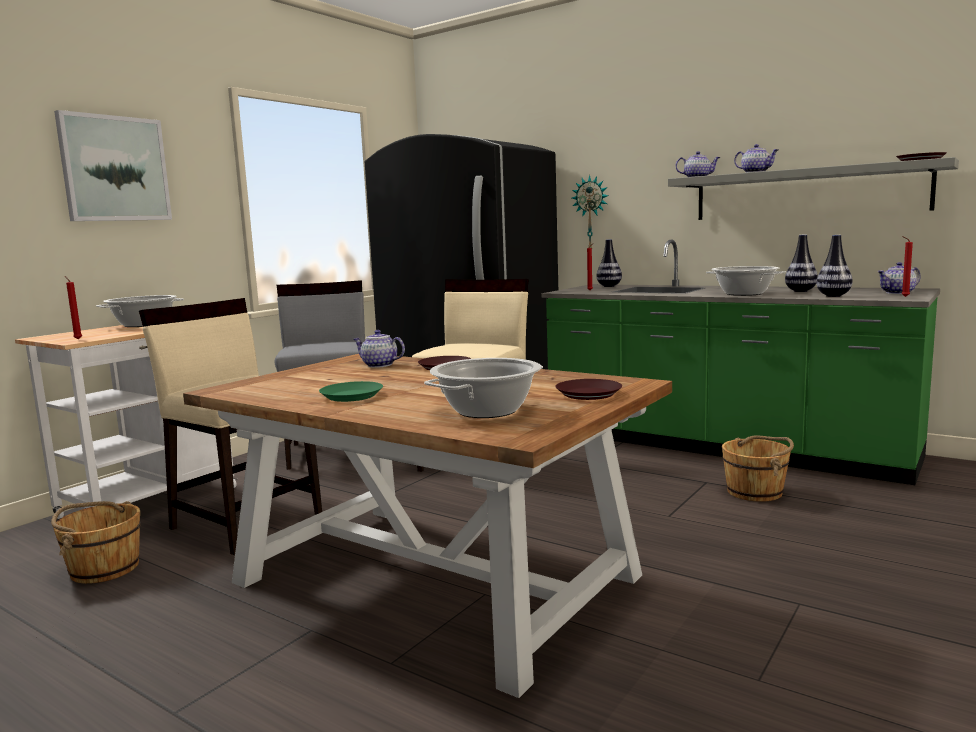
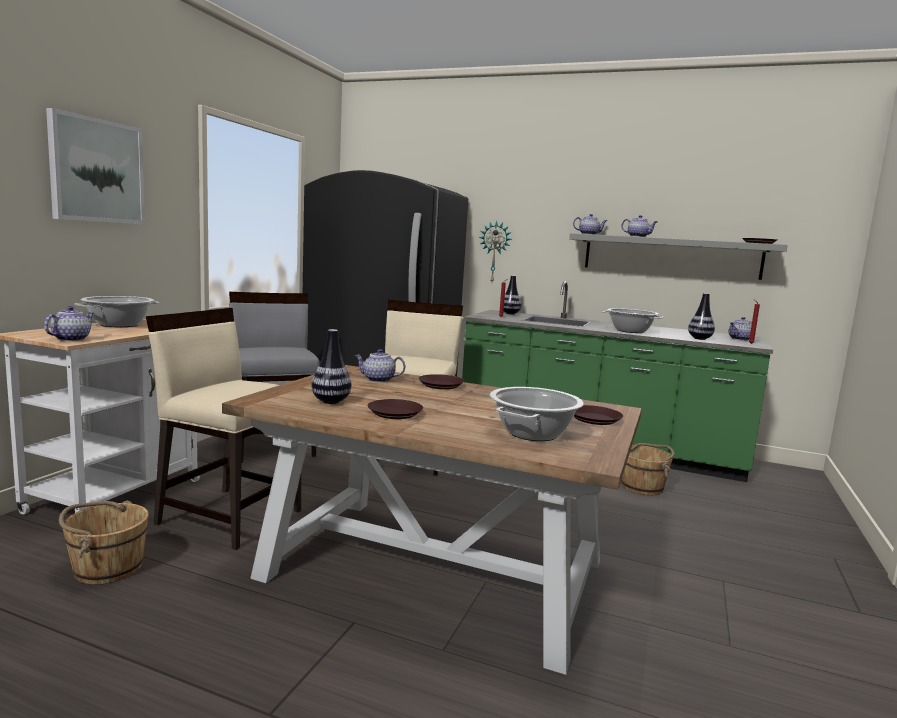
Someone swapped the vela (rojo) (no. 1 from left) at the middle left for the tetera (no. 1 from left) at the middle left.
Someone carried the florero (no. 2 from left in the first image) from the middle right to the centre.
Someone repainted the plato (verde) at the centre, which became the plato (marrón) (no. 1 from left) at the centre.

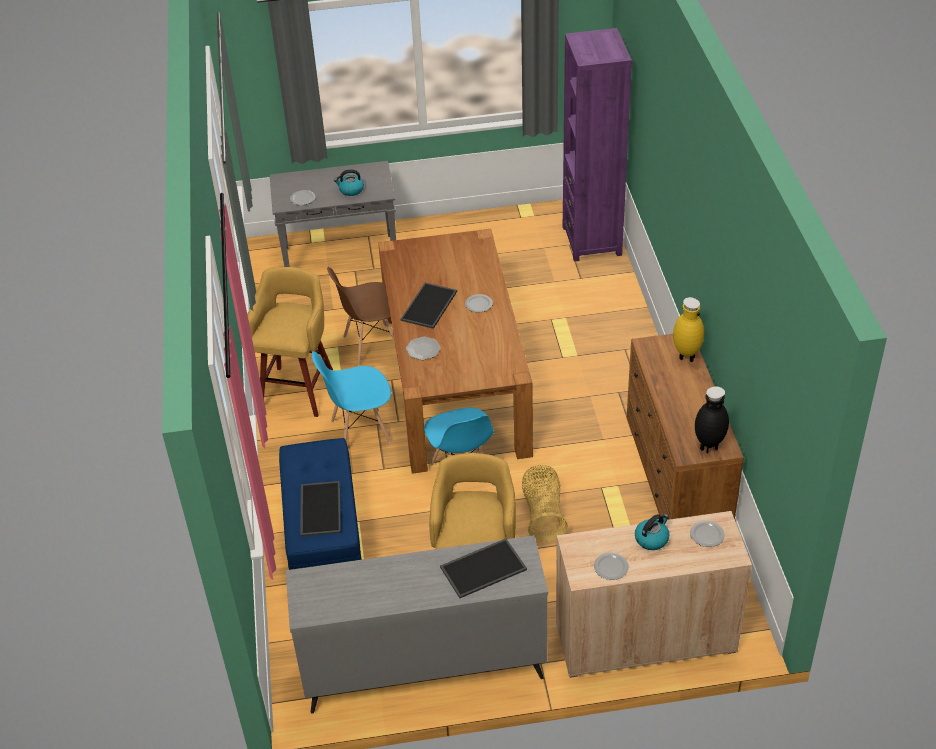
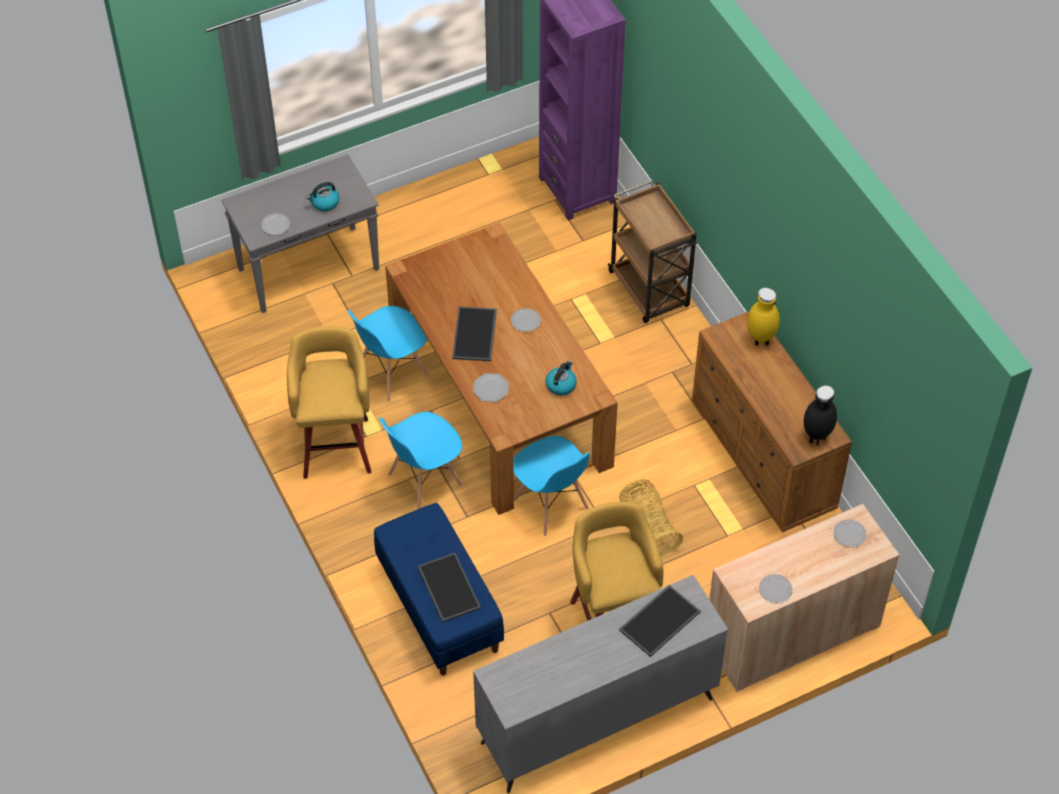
Someone repainted the silla (marrón) at the centre, which became the silla (azul) (no. 1 from left) at the centre.
Someone carried the hervidor (no. 2 from left) from the bottom right to the centre.
Someone put down the carrito (marrón) at the top centre.

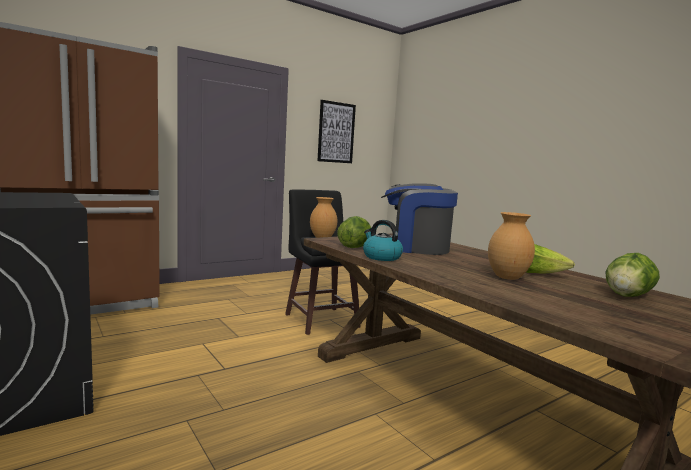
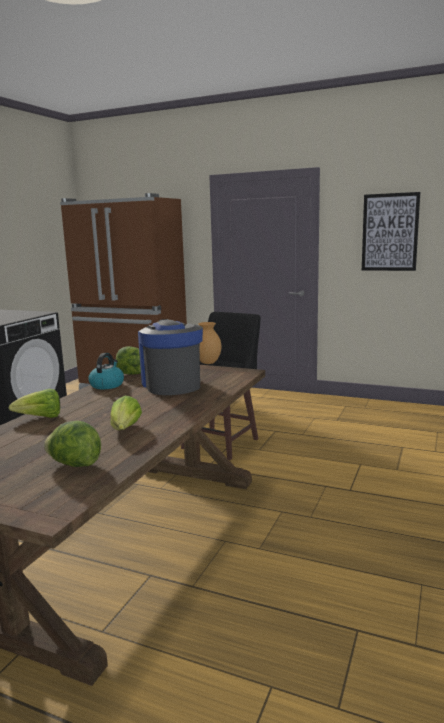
Someone put down the lechuga (no. 1 from left) at the middle left.
Someone took away the florero (marrón) (no. 2 from left) at the middle right.

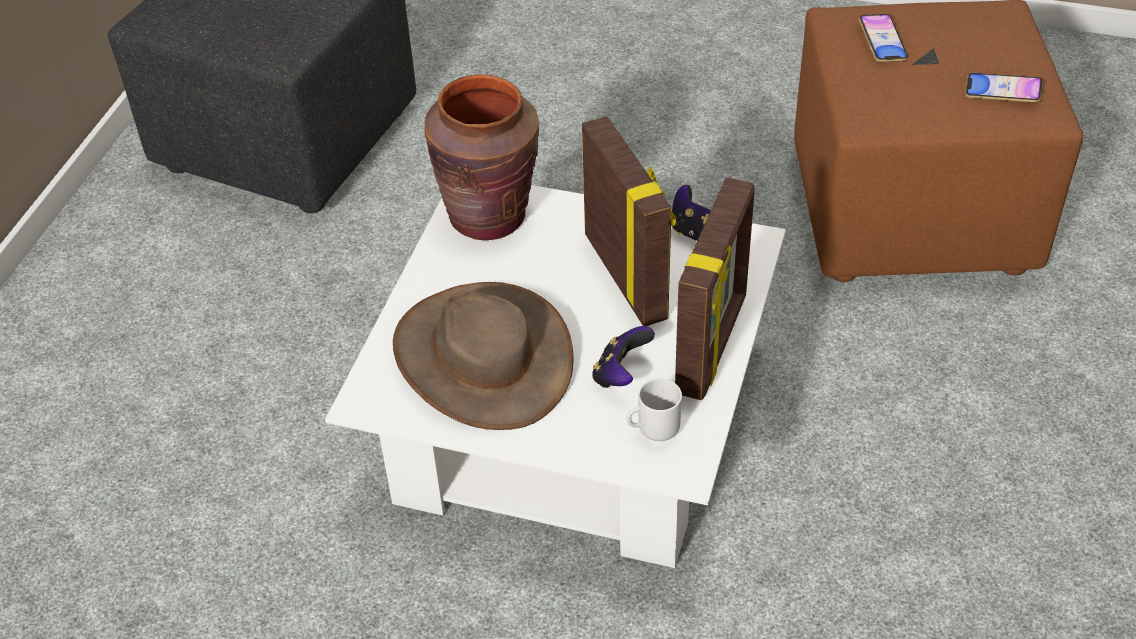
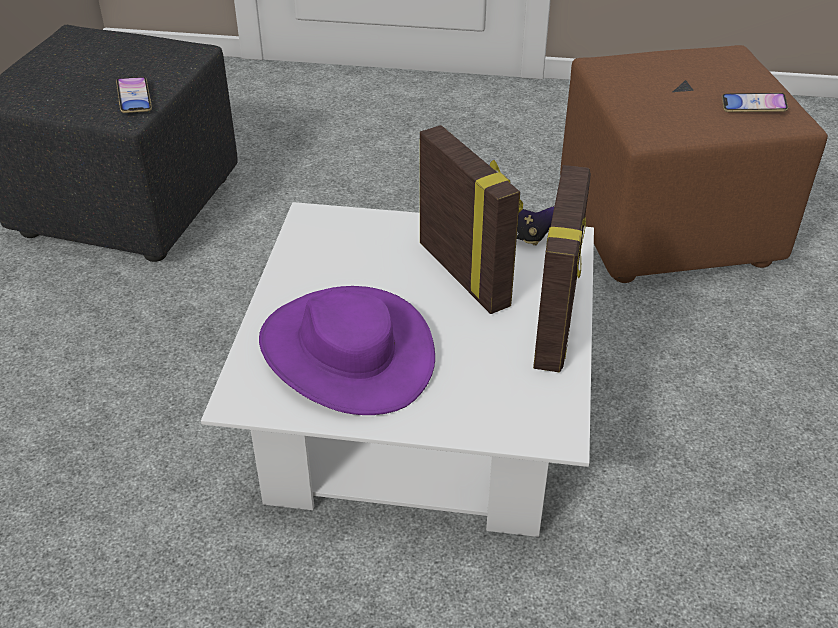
Someone carried the móvil (no. 1 from left) from the top right to the top left.
Someone repainted the sombrero (marrón) at the centre, which became the sombrero (morado) at the centre.
Someone took away the florero (marrón) at the top centre.
Someone took away the mando de consola (no. 1 from left) at the centre.
Someone took away the taza grande at the centre.

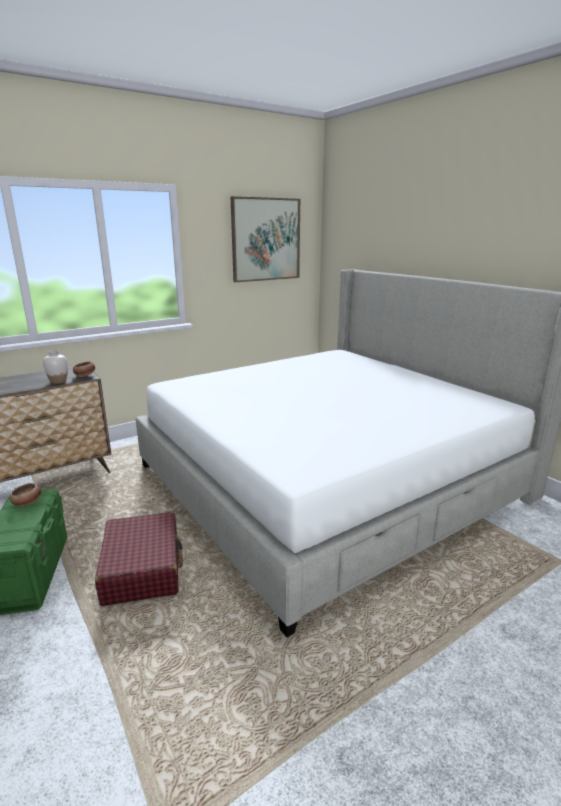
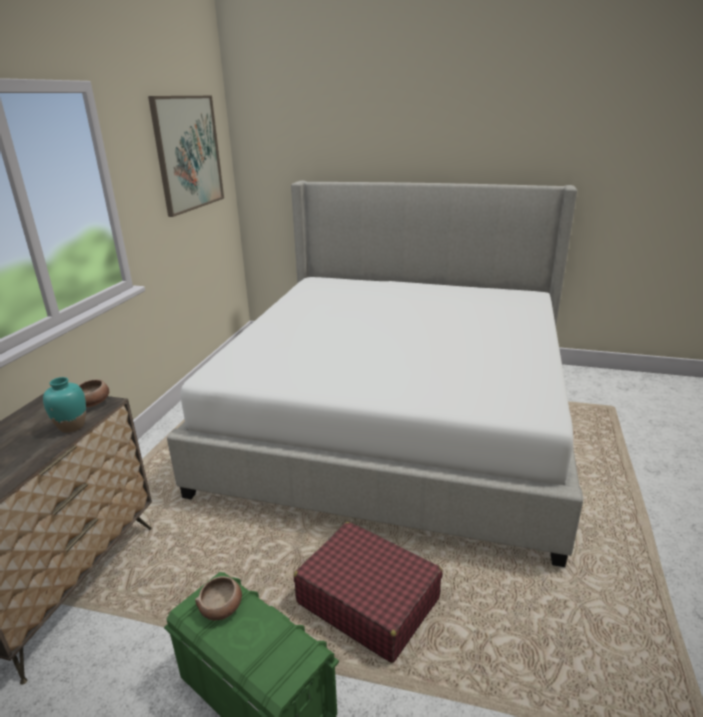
Someone repainted the florero (blanco) at the middle left, which became the florero (turquesa) at the middle left.

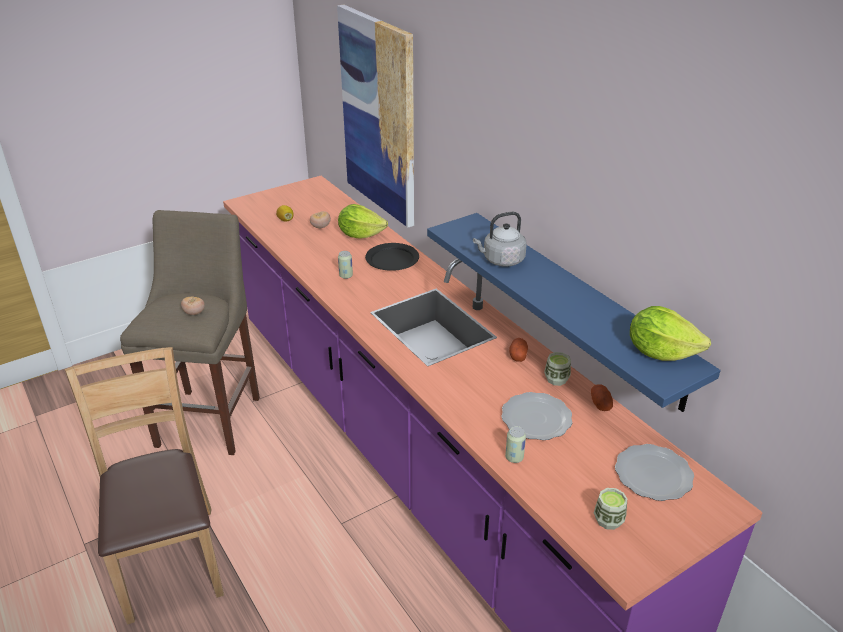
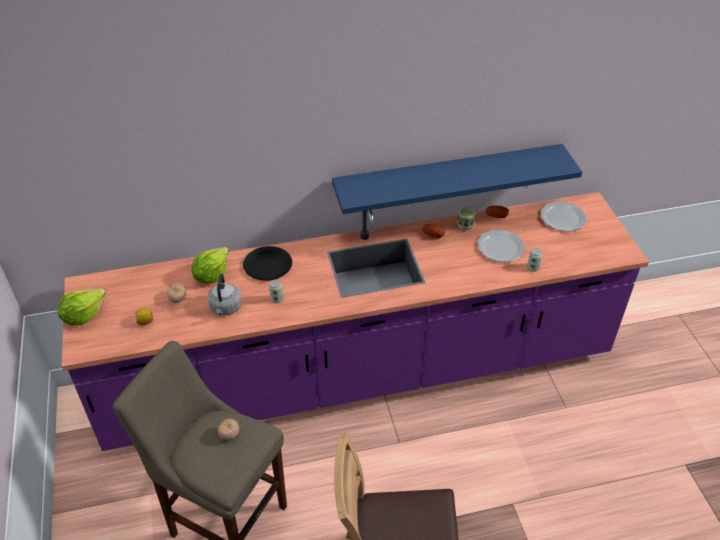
Someone carried the lechuga (no. 2 from left in the first image) from the middle right to the middle left.
Someone carried the hervidor (gris) from the centre to the middle left.
Someone took away the cuadro at the top centre.
Someone took away the taza (no. 2 from left) at the bottom right.

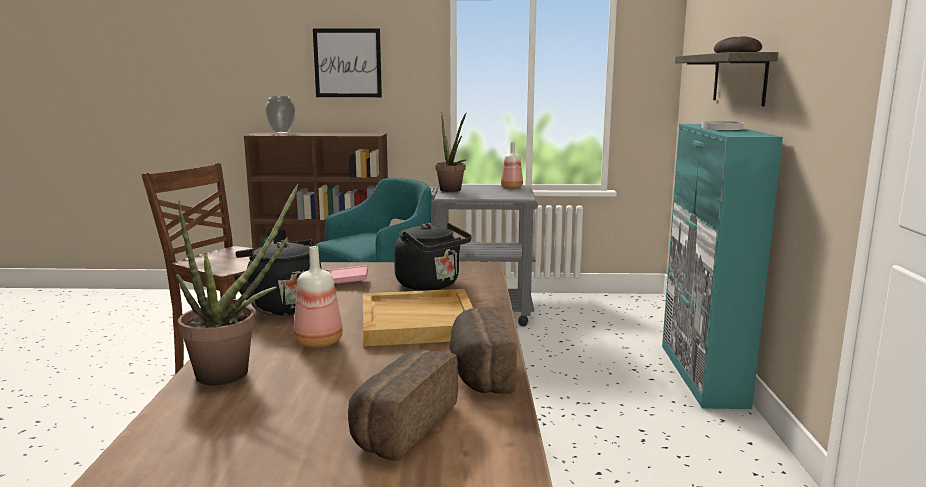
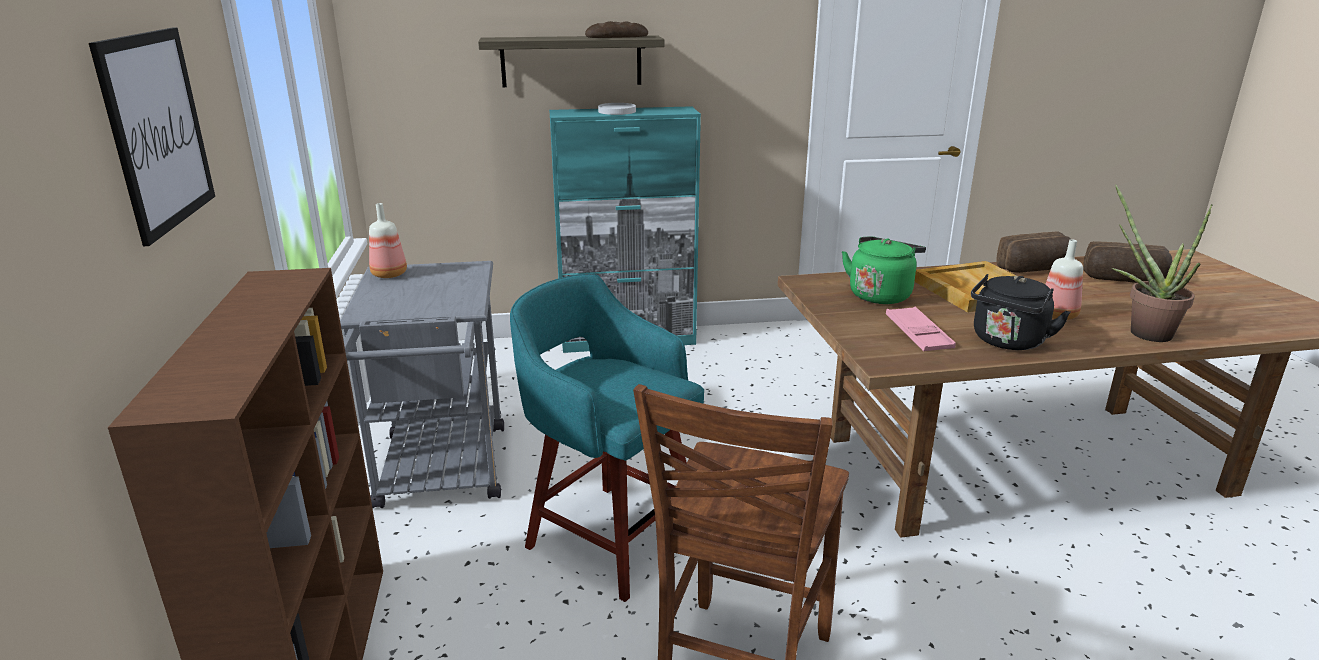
Someone repainted the hervidor (negro) (no. 2 from left) at the centre, which became the hervidor (verde) at the middle right.
Someone took away the florero at the top left.
Someone took away the planta en maceta (no. 2 from left) at the top centre.

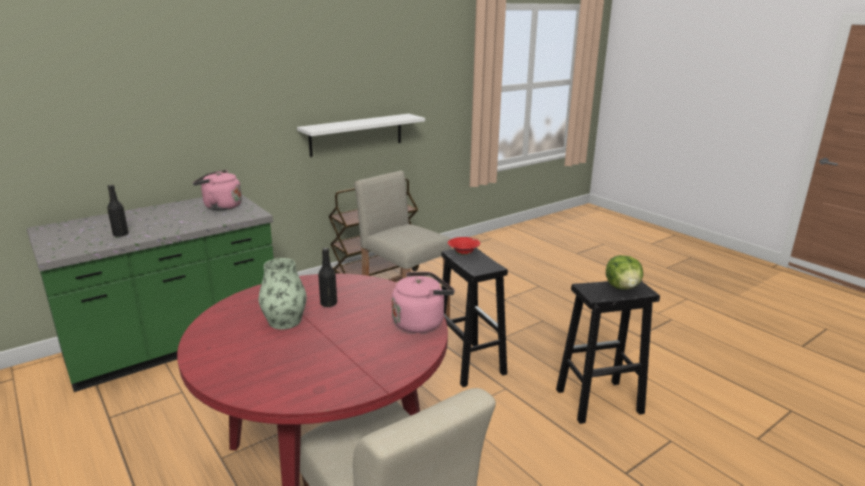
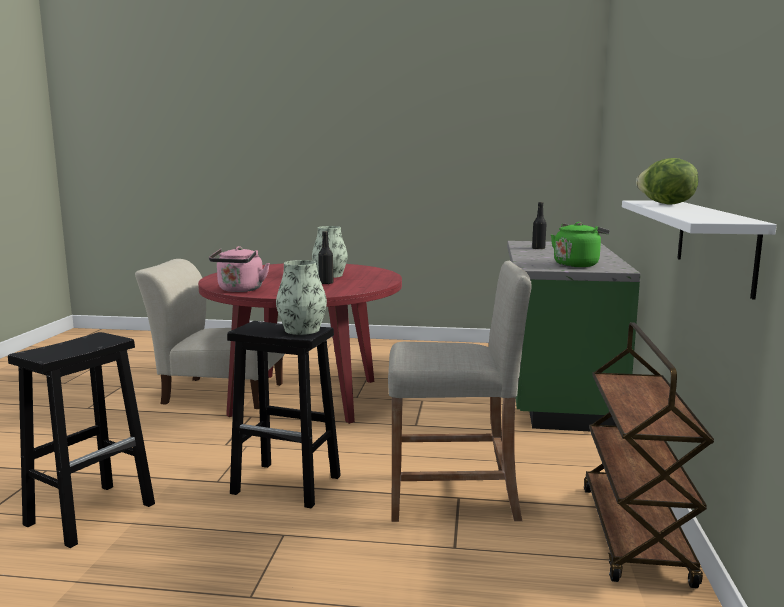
Someone swapped the cuenco (rojo) at the centre for the florero (no. 1 from left) at the centre.
Someone repainted the hervidor (rosa) (no. 1 from left) at the middle left, which became the hervidor (verde) at the middle right.
Someone carried the lechuga from the middle right to the top right.

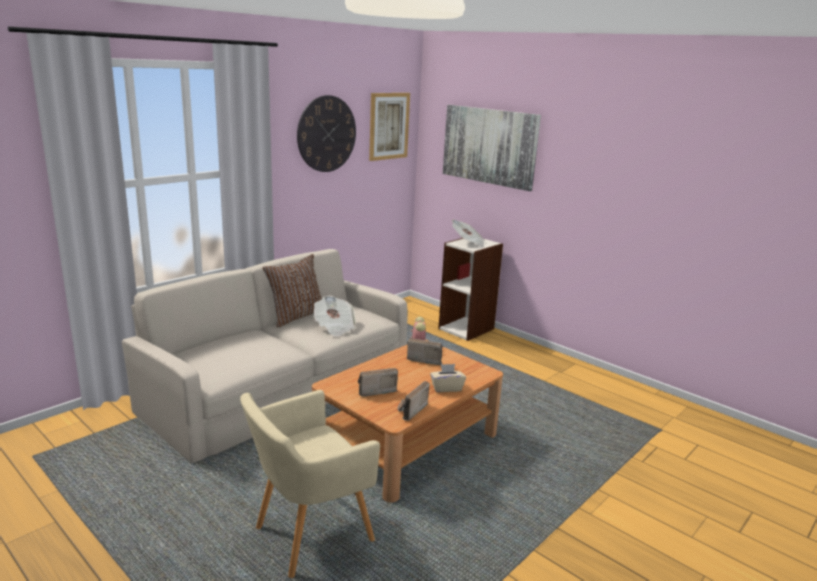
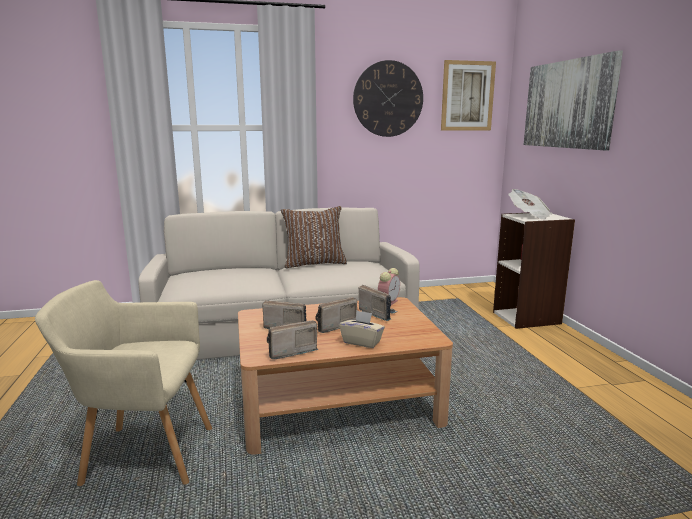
Someone put down the radio (no. 3 from left) at the centre.
Someone took away the periódico (no. 1 from left) at the centre.

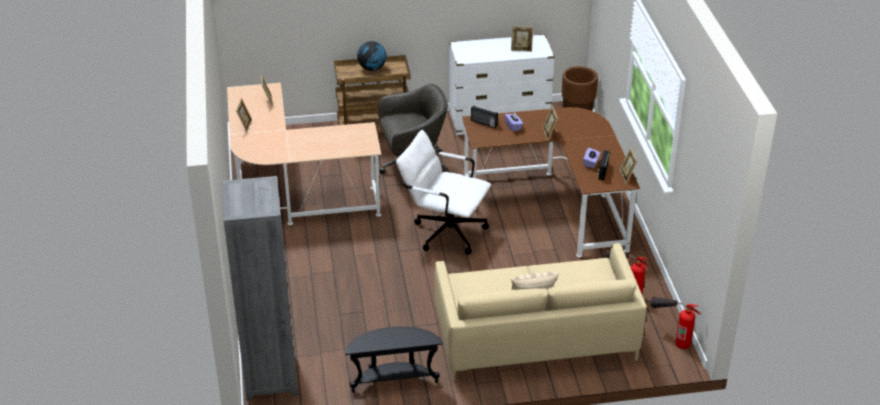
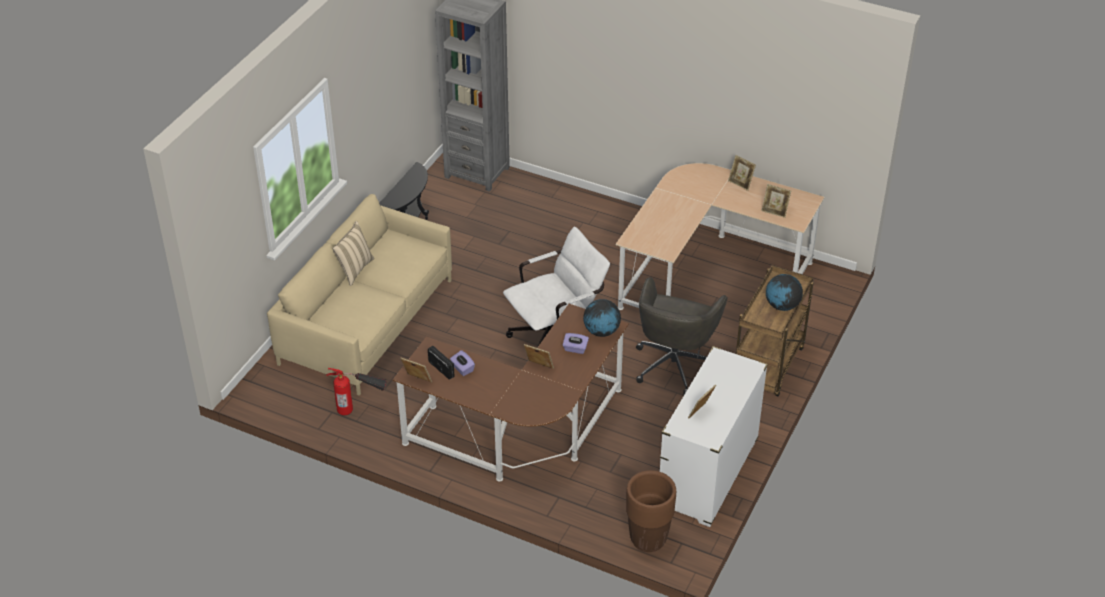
Someone swapped the radio (no. 1 from left) at the top centre for the globo terráqueo (no. 1 from left) at the centre.
Someone took away the extintor (no. 2 from left) at the bottom right.

